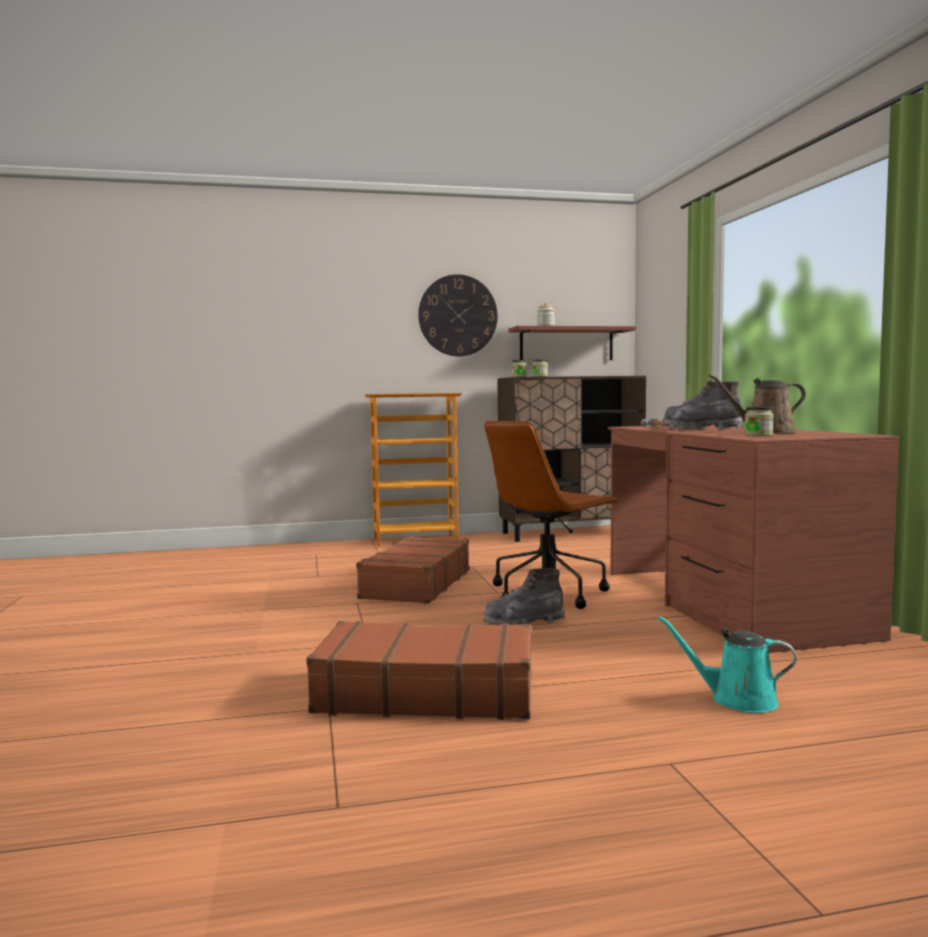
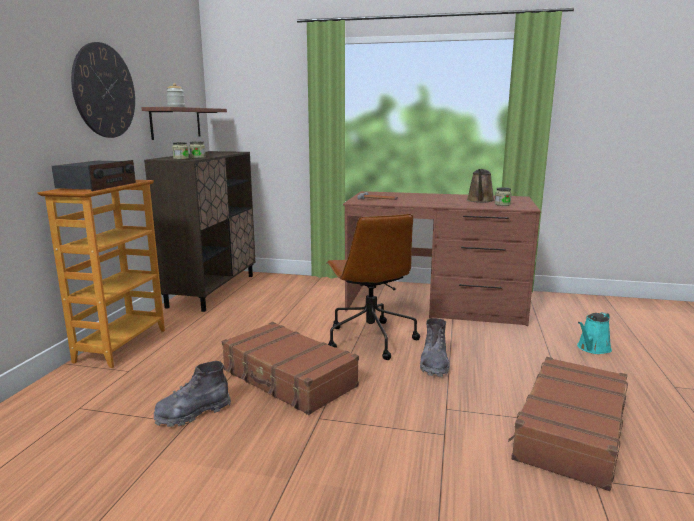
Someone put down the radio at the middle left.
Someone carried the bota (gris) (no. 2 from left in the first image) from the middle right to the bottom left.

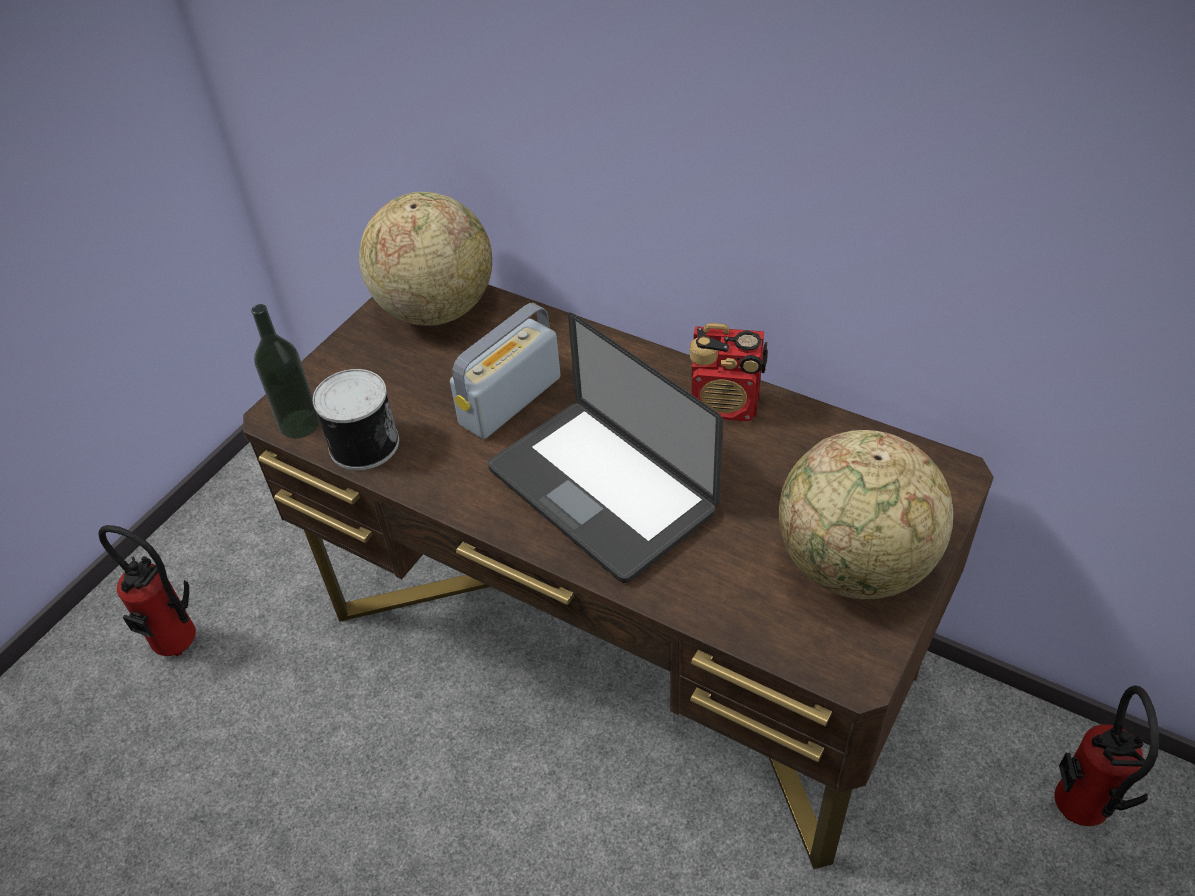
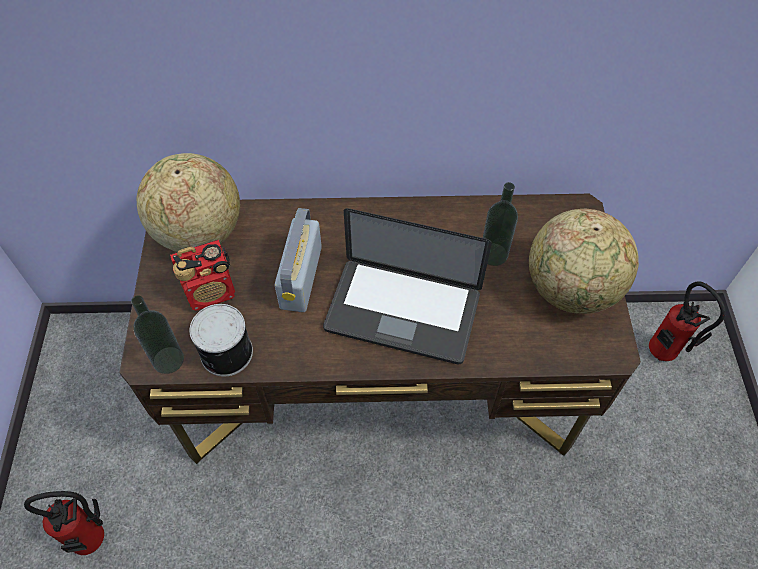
Someone carried the radio (no. 2 from left in the first image) from the centre to the middle left.
Someone put down the botella (no. 2 from left) at the centre.

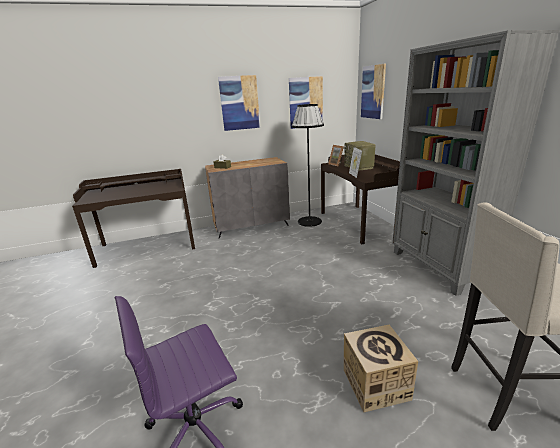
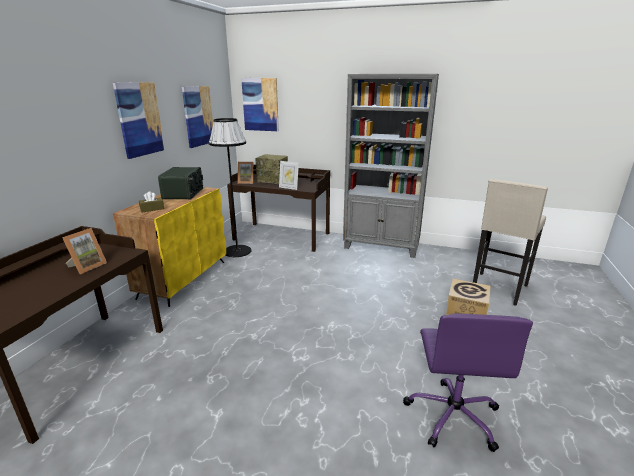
Someone put down the portarretratos (no. 1 from left) at the middle left.
Someone repainted the armario (gris) at the centre, which became the armario (amarillo) at the middle left.
Someone put down the radio (no. 1 from left) at the middle left.

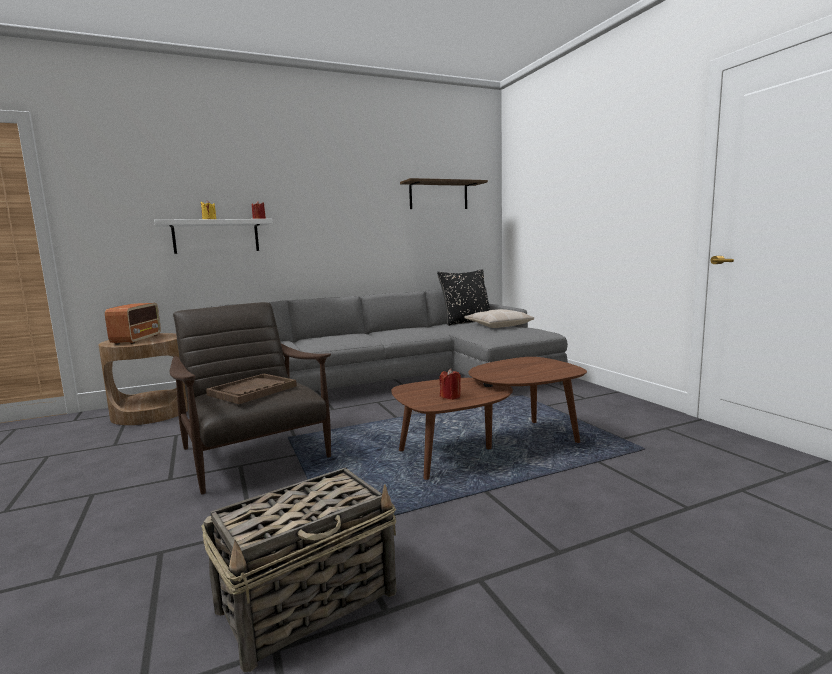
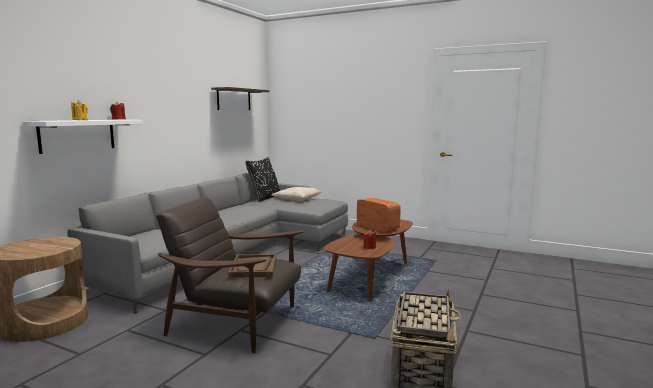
Someone carried the radio from the middle left to the centre.

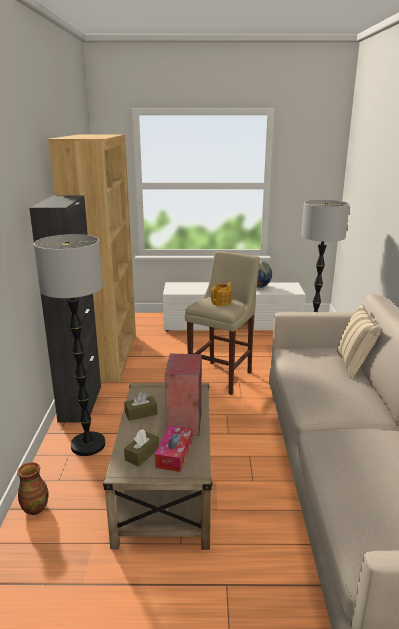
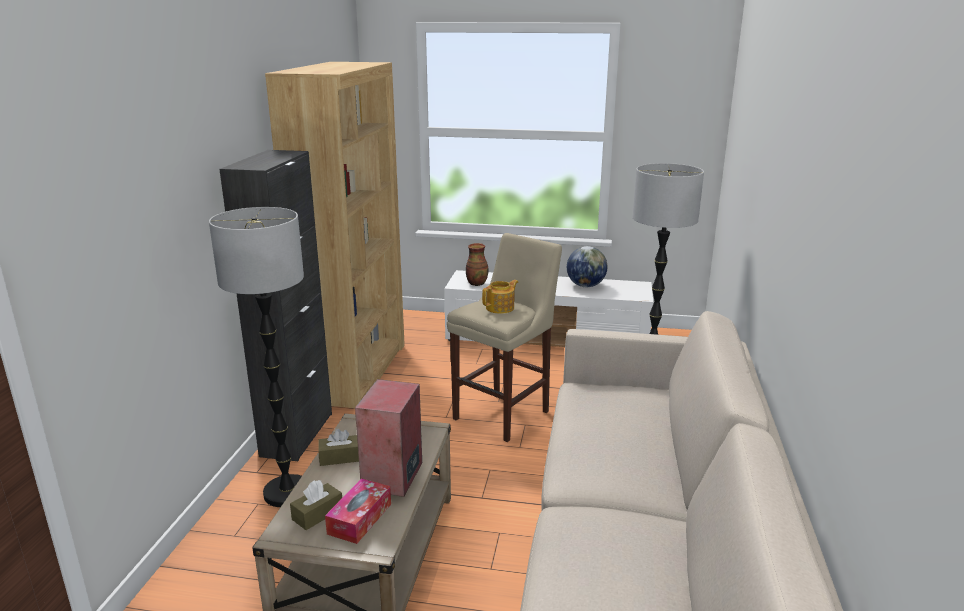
Someone carried the florero from the bottom left to the centre.
Someone took away the cojín (beis) at the middle right.

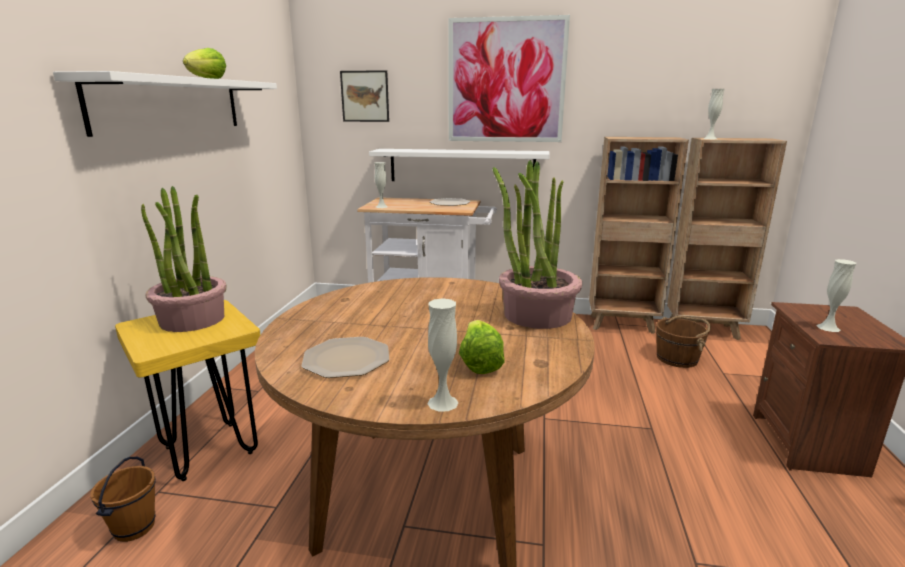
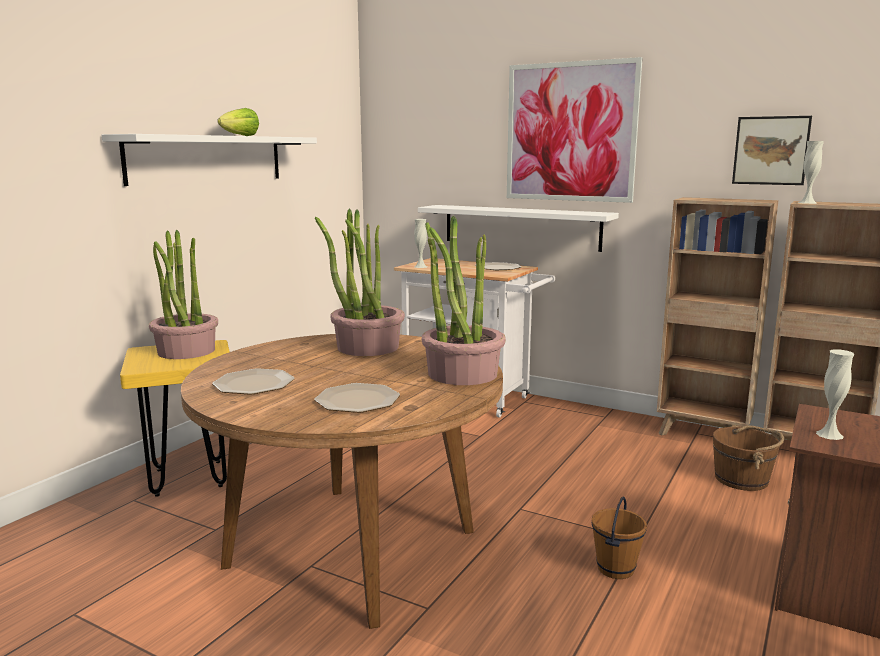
Someone swapped the lechuga (no. 2 from left) at the centre for the plato (no. 2 from left) at the centre.
Someone put down the planta en maceta (no. 2 from left) at the centre.
Someone carried the cubo (marrón) (no. 1 from left) from the bottom left to the bottom right.
Someone carried the cuadro (no. 1 from left in the first image) from the top centre to the top right.
Someone took away the florero (blanco) (no. 2 from left) at the centre.

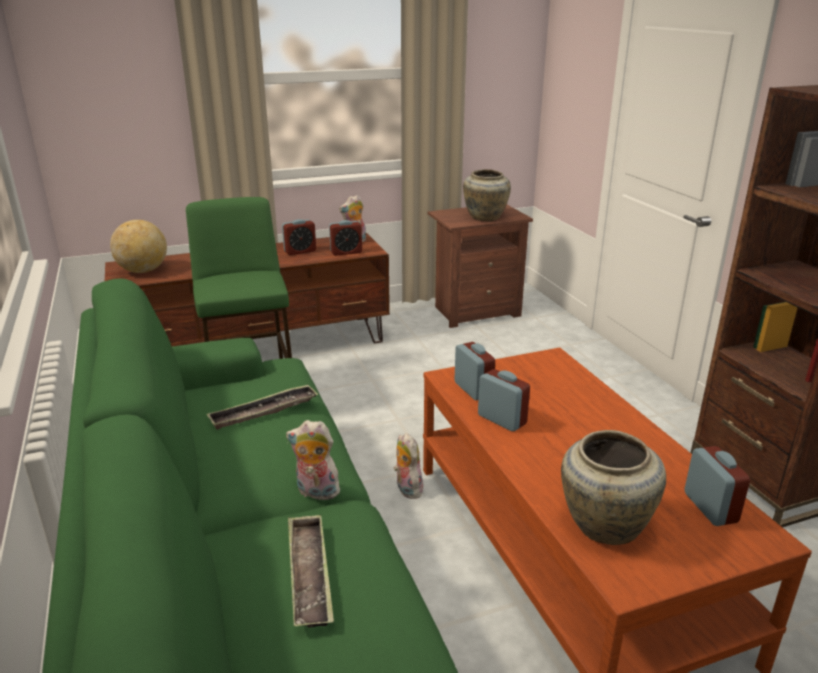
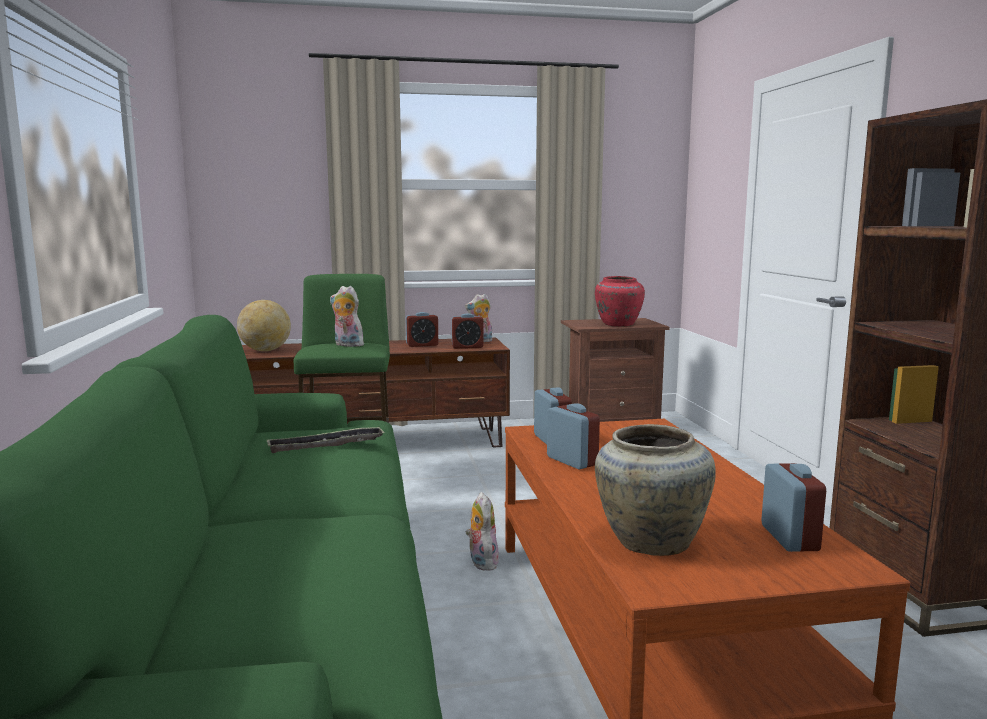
Someone carried the peluche (no. 1 from left) from the bottom centre to the centre.
Someone repainted the florero (beis) (no. 1 from left) at the top centre, which became the florero (rojo) at the centre.
Someone took away the bandeja (no. 2 from left) at the bottom centre.

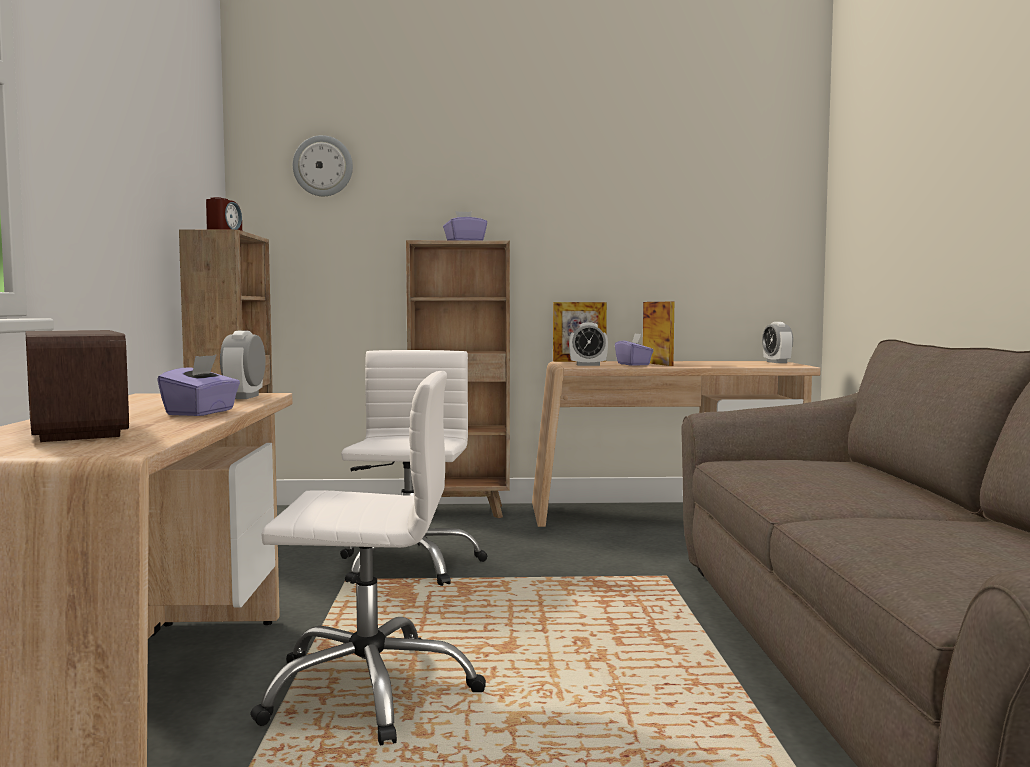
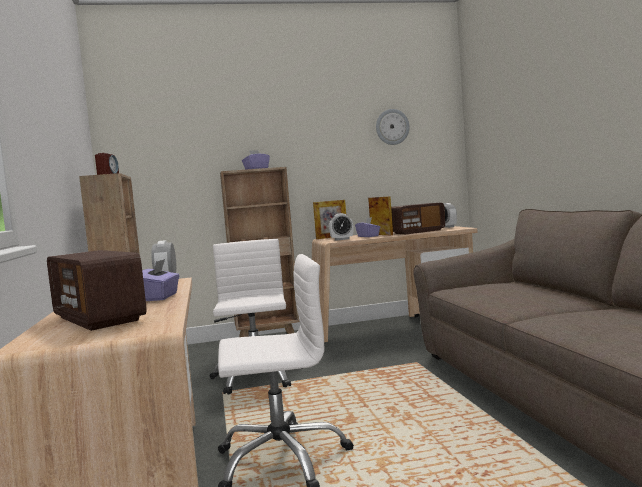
Someone carried the reloj de pared from the top left to the top centre.
Someone put down the radio (no. 2 from left) at the centre.

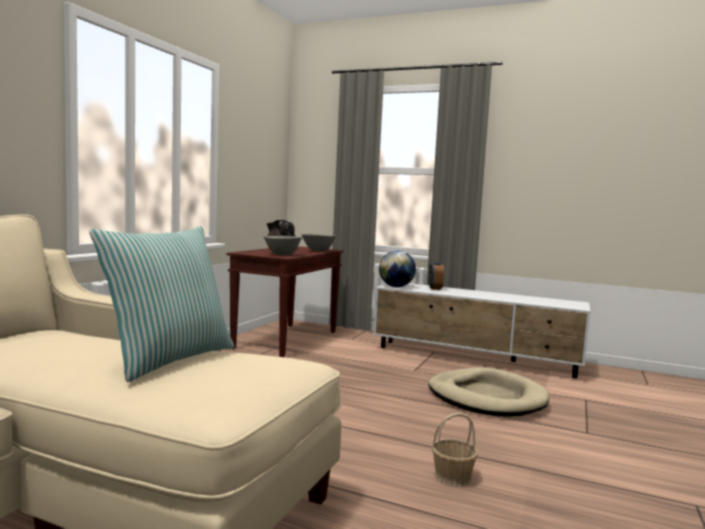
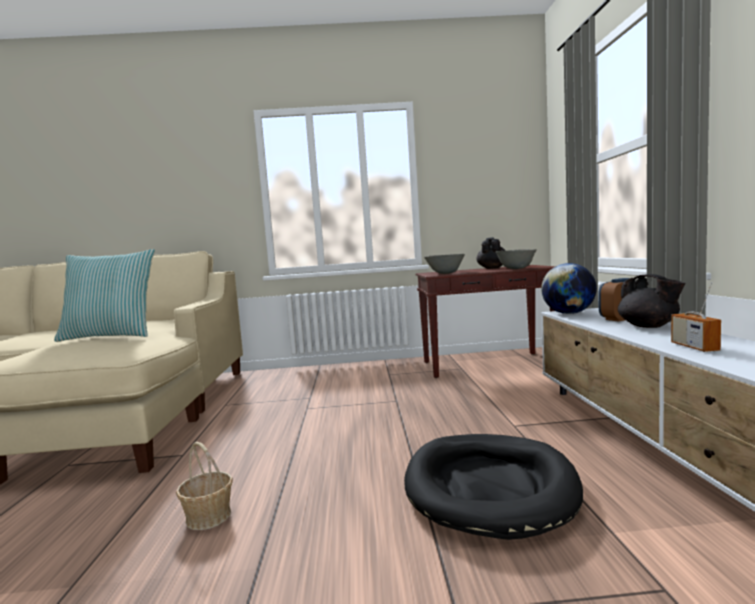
Someone repainted the cama para perro (beis) at the bottom right, which became the cama para perro (negro) at the bottom centre.
Someone put down the tetera (negro) (no. 2 from left) at the middle right.
Someone put down the radio at the middle right.

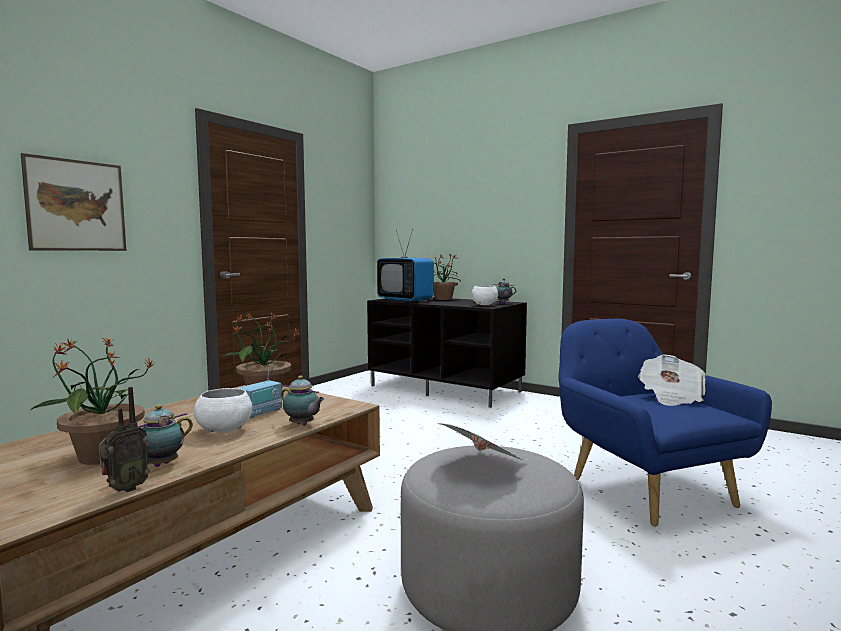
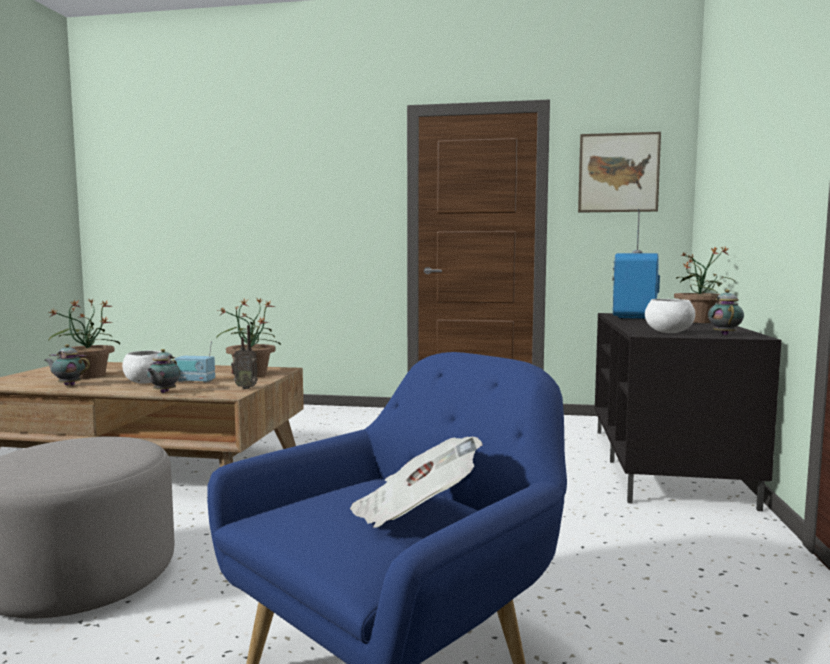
Someone carried the radio (no. 1 from left in the first image) from the bottom left to the middle left.
Someone carried the cuadro from the top left to the top right.
Someone took away the periódico (no. 1 from left) at the bottom centre.

